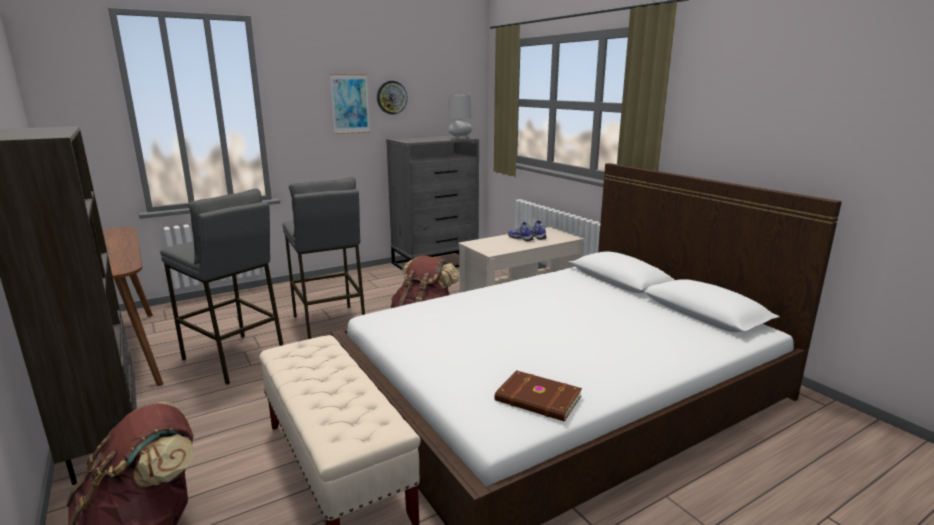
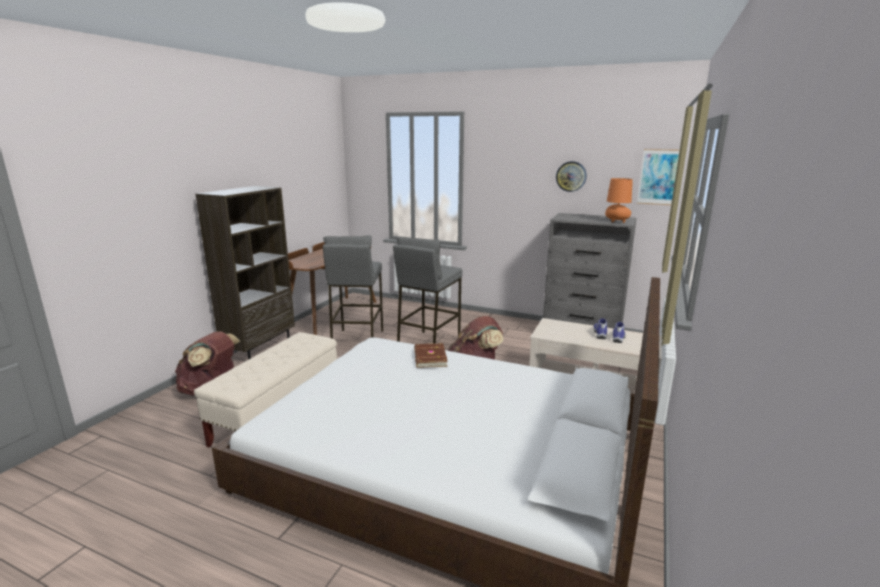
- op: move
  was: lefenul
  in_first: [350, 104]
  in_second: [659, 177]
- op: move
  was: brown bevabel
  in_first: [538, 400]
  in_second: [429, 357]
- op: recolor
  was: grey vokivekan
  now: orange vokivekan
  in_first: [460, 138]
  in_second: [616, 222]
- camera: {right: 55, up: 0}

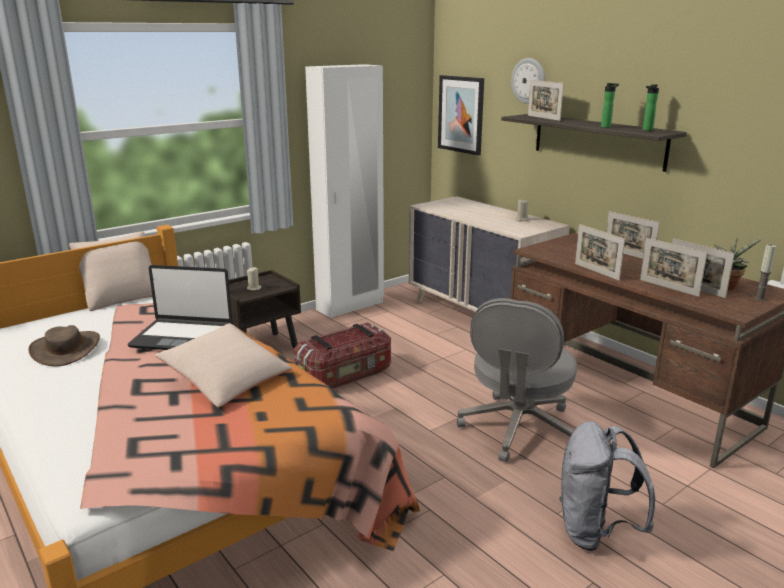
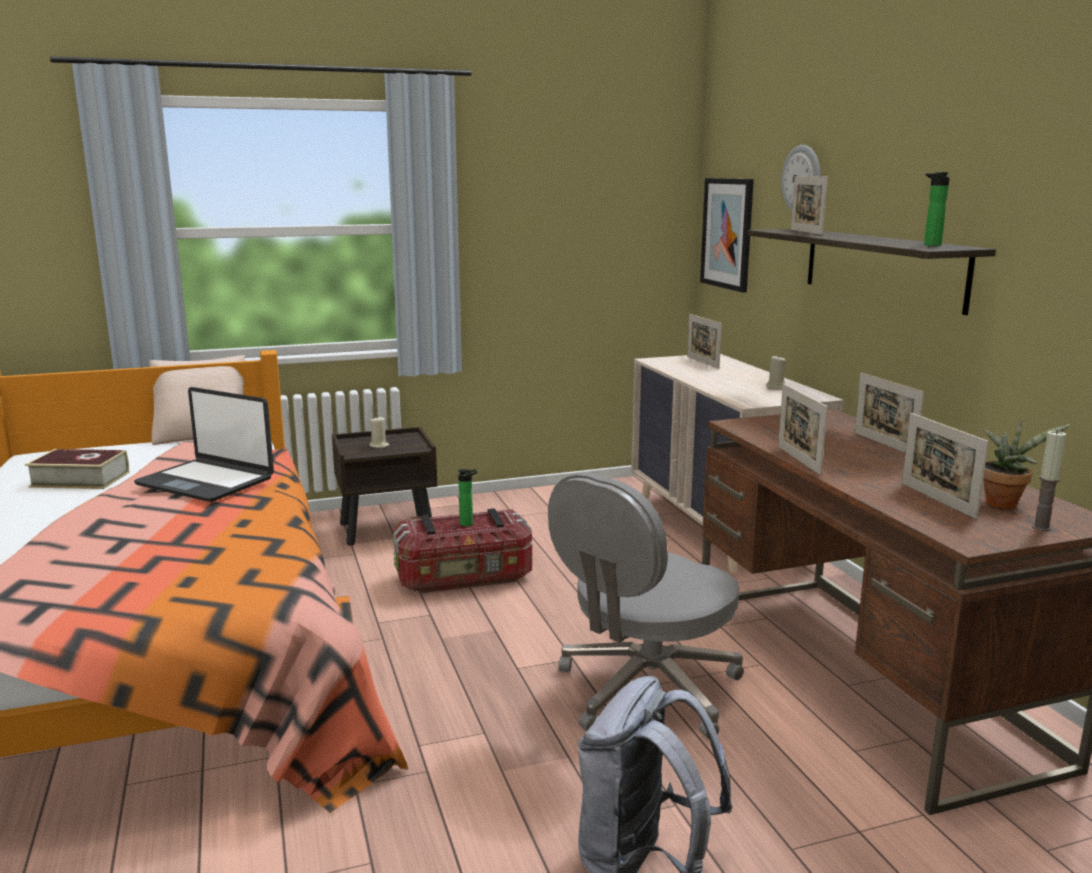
- op: delete
  was: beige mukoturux
  in_first: [226, 379]
- op: delete
  was: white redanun
  in_first: [350, 306]
- op: move
  was: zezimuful
  in_first: [607, 127]
  in_second: [468, 523]
- op: move
  was: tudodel
  in_first: [668, 288]
  in_second: [702, 362]
- op: replace
  was: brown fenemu
  now: bevabel
  in_first: [66, 349]
  in_second: [80, 479]
- camera: {right: 20, up: -5}

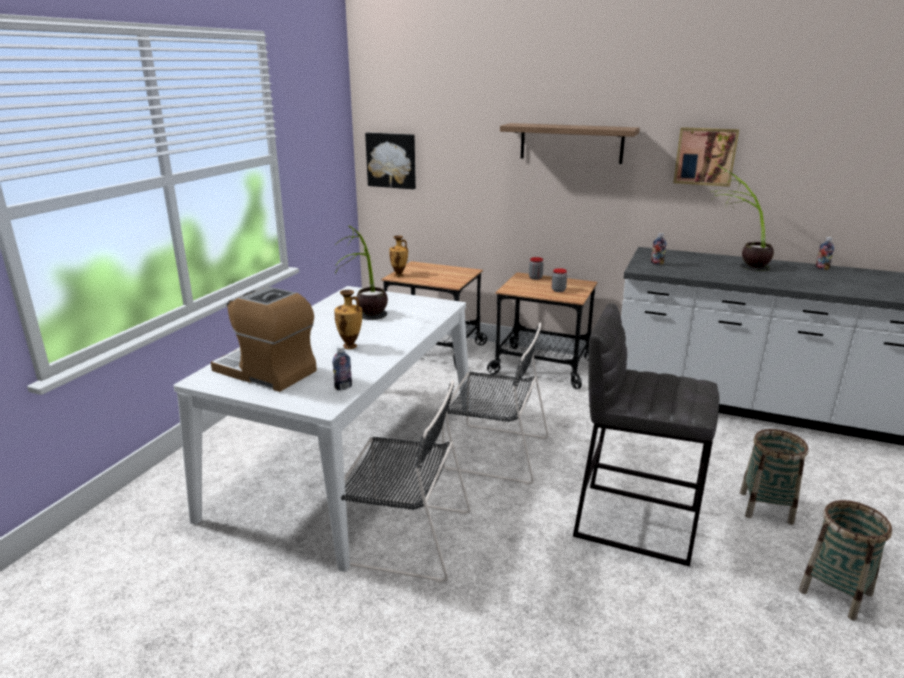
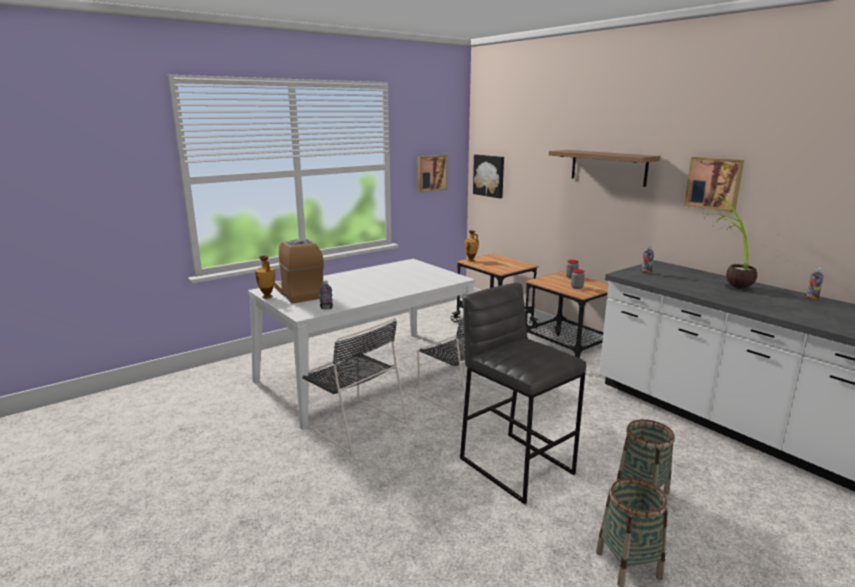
- op: delete
  was: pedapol
  in_first: [366, 321]
- op: insert
  now: lefenul
  in_second: [431, 173]
- op: move
  was: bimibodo
  in_first: [350, 346]
  in_second: [267, 297]
- camera: {right: 30, up: -5}

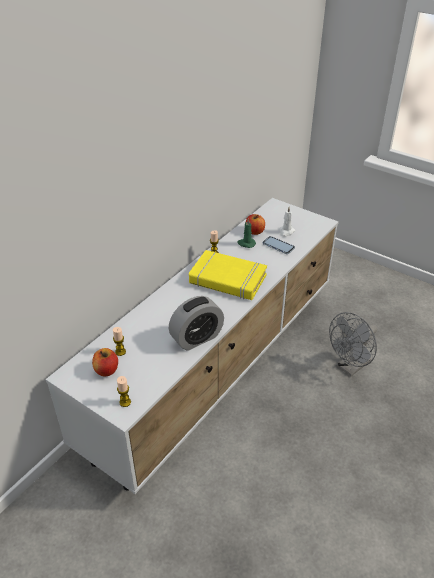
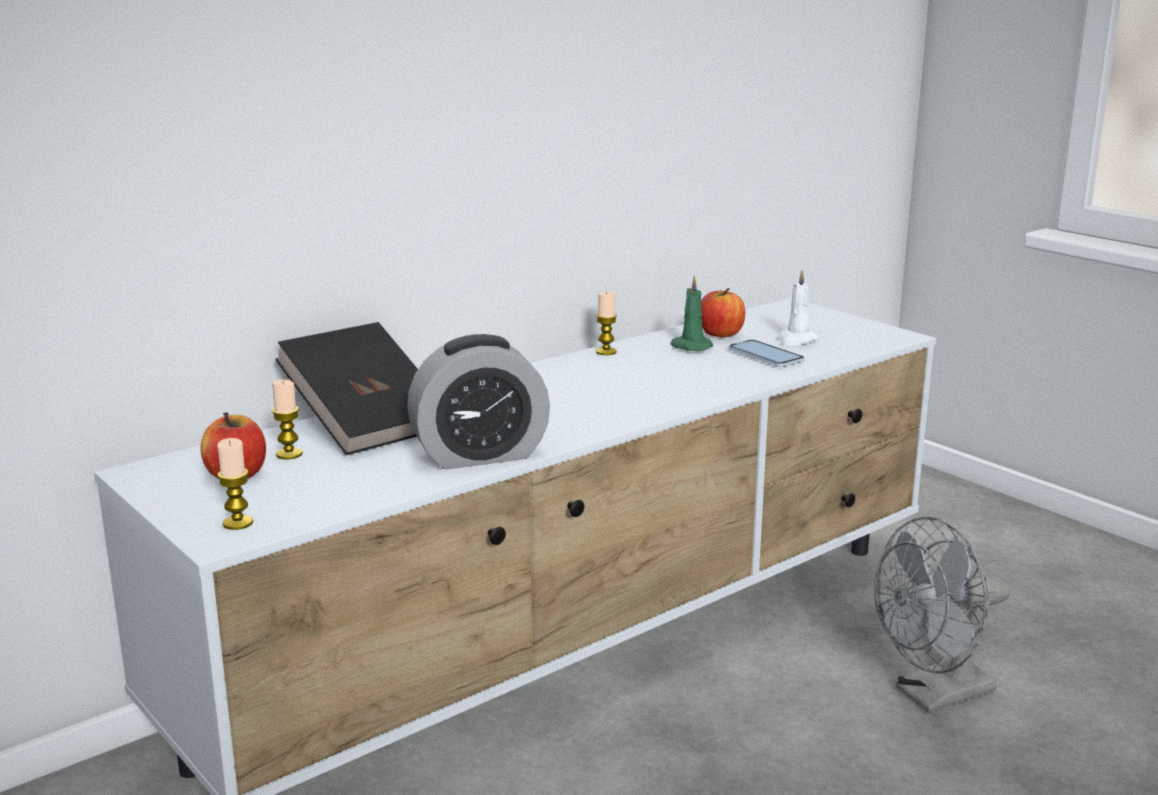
- op: delete
  was: yellow bevabel
  in_first: [227, 280]
- op: insert
  now: black bevabel
  in_second: [367, 423]
- camera: {right: 15, up: -20}

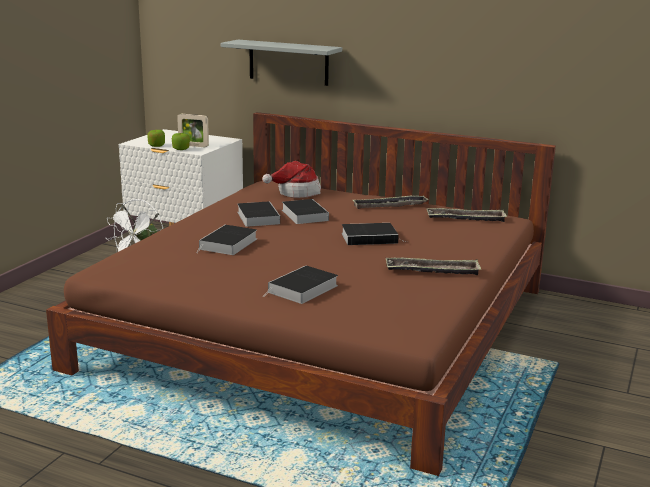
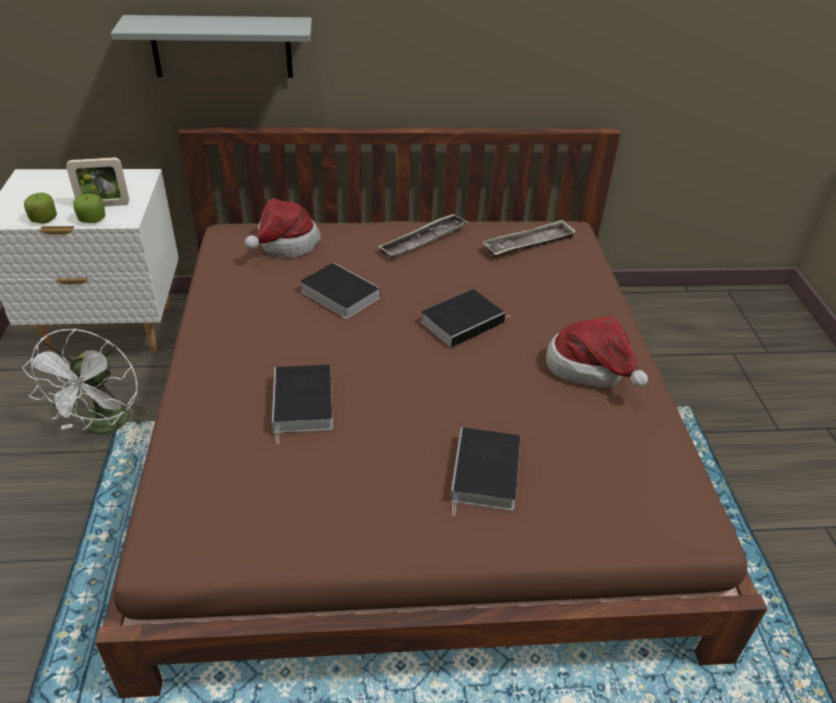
- op: delete
  was: bevabel
  in_first: [257, 217]
- op: replace
  was: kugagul
  now: fenemu
  in_first: [432, 271]
  in_second: [592, 370]
- camera: {right: -30, up: 20}

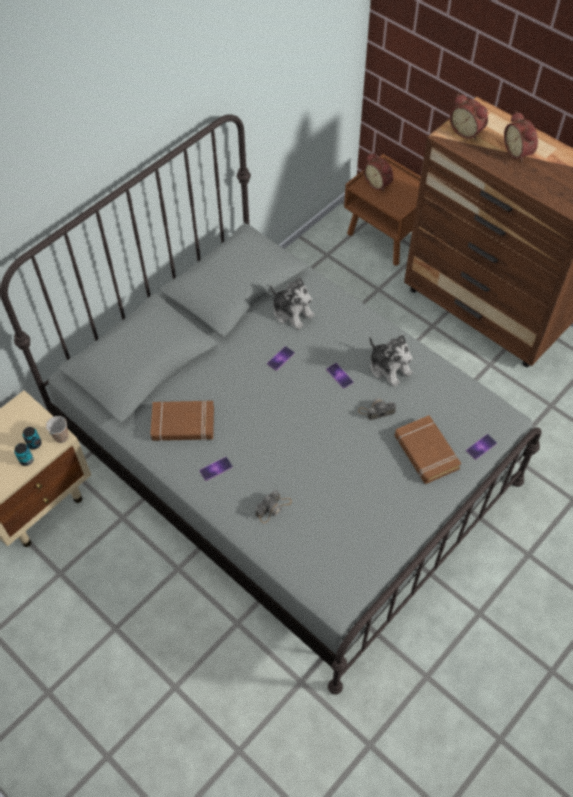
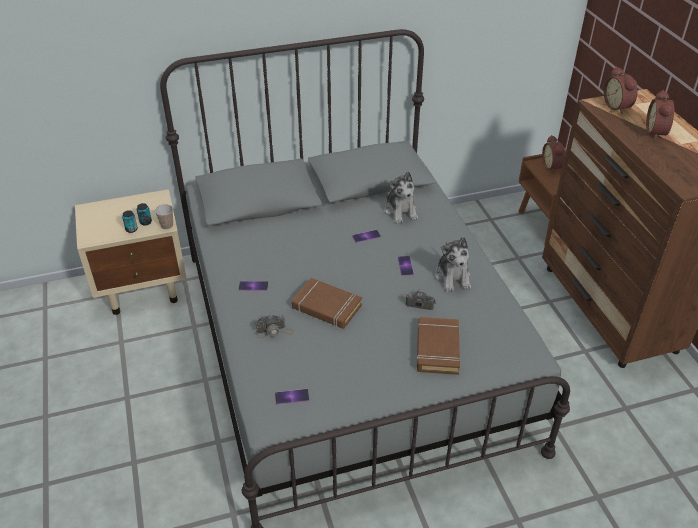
- op: move
  was: brown bevabel
  in_first: [183, 424]
  in_second: [326, 307]
- op: move
  was: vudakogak
  in_first: [481, 447]
  in_second: [292, 397]
- camera: {right: 30, up: -15}

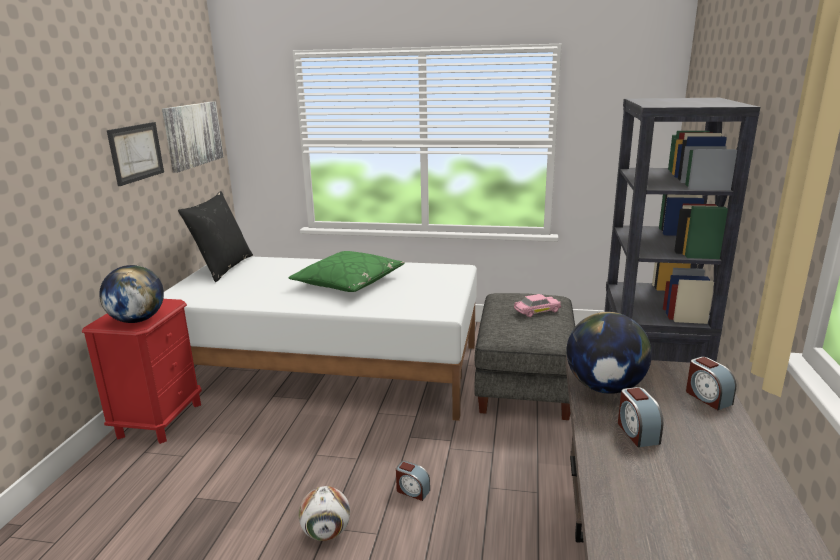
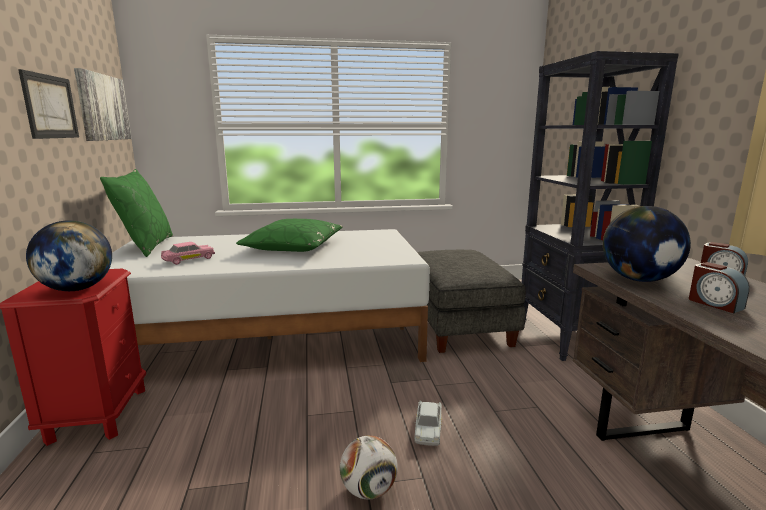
- op: move
  was: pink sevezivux
  in_first: [537, 311]
  in_second: [188, 259]
- op: replace
  was: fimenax
  now: white sevezivux
  in_first: [412, 491]
  in_second: [428, 429]
- op: recolor
  was: black mukoturux
  now: green mukoturux
  in_first: [223, 267]
  in_second: [146, 246]
- camera: {right: -20, up: -5}

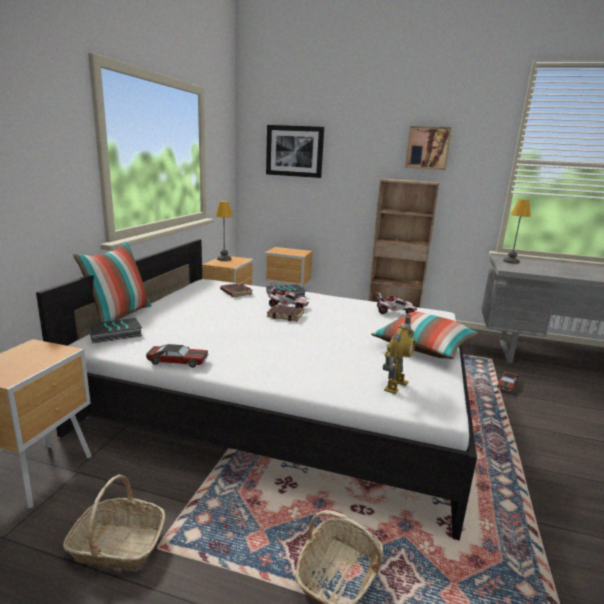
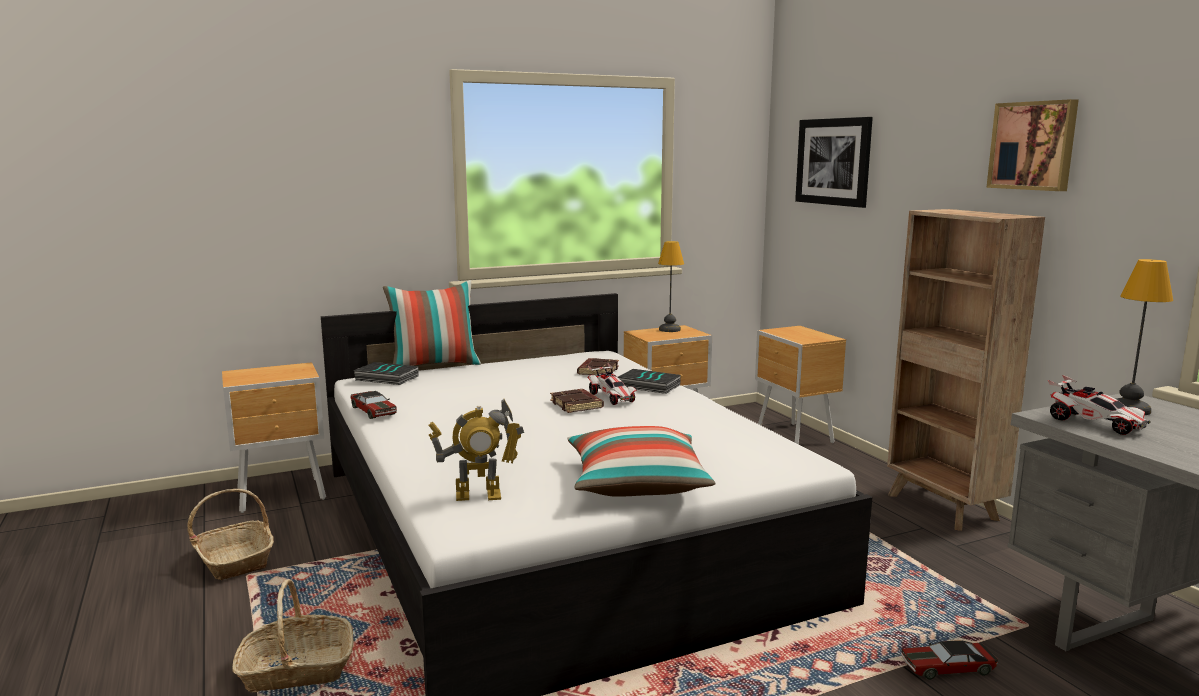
- op: move
  was: sevezivux
  in_first: [394, 312]
  in_second: [1094, 423]
- camera: {right: 50, up: -5}

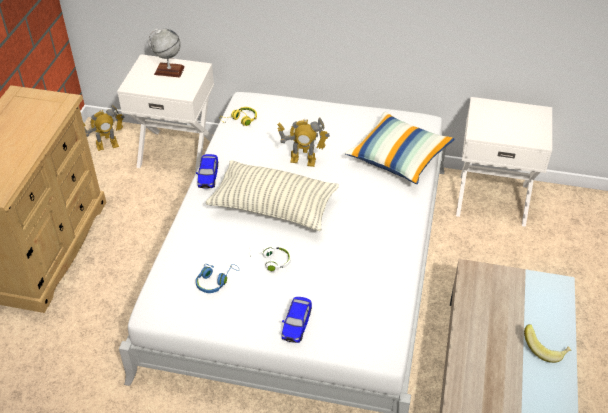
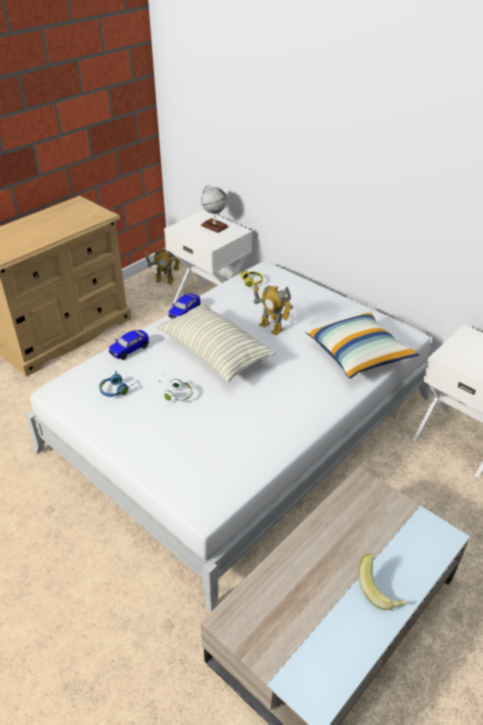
- op: move
  was: sevezivux
  in_first: [296, 325]
  in_second: [129, 350]
- camera: {right: 30, up: -5}

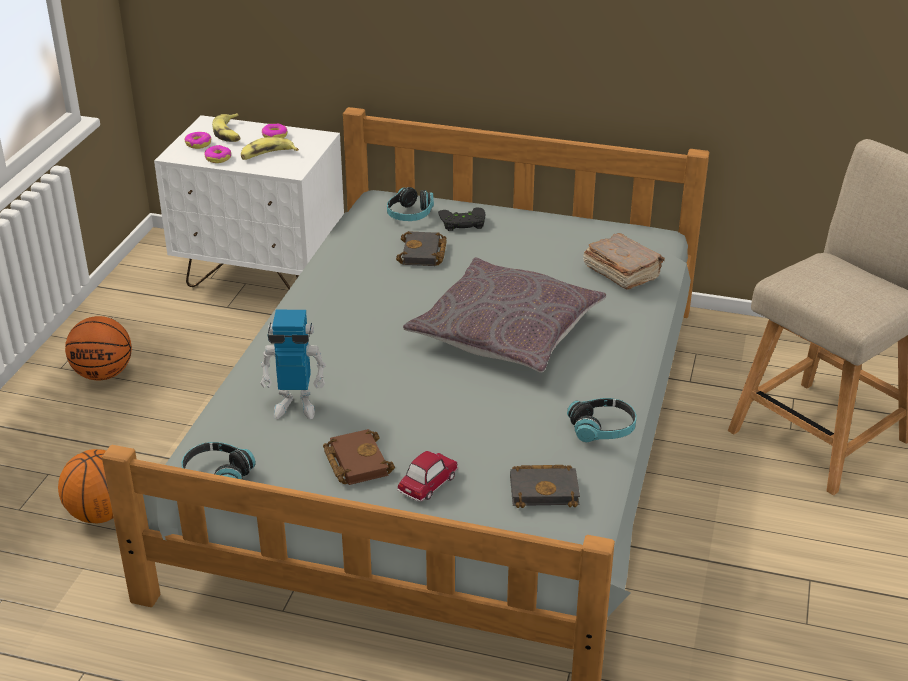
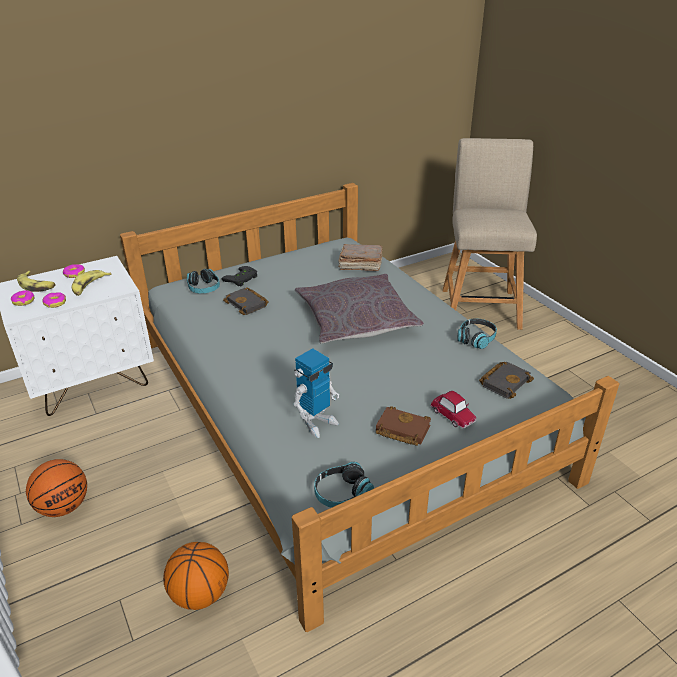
- op: rotate
  was: sevezivux
  in_first: [428, 483]
  in_second: [453, 415]
  clockwise: 150
- camera: {right: -45, up: 0}

